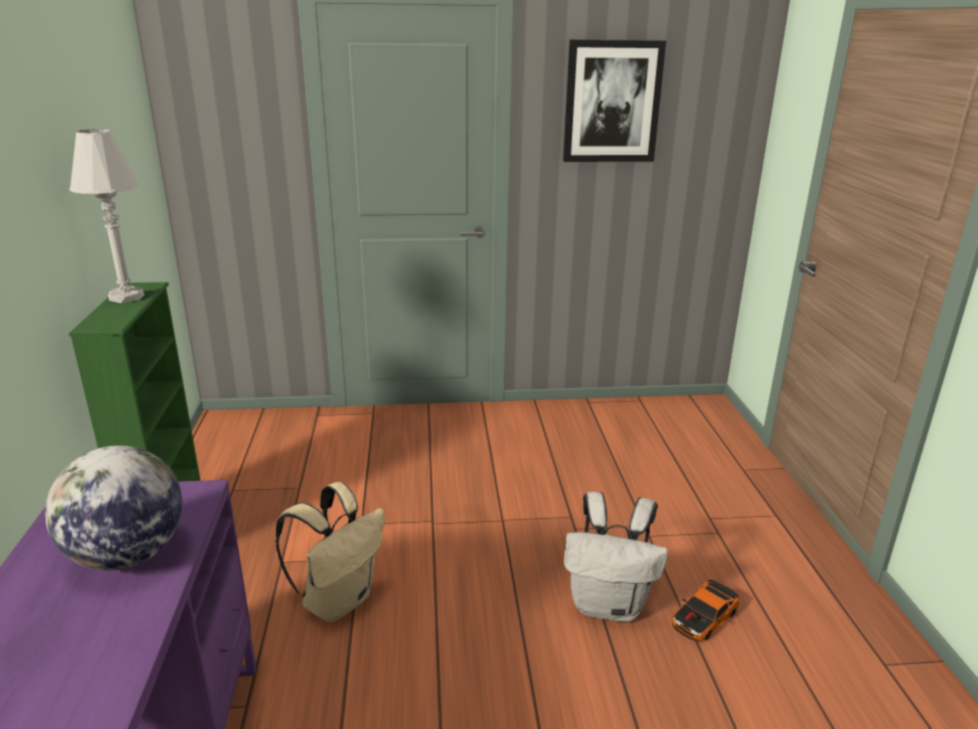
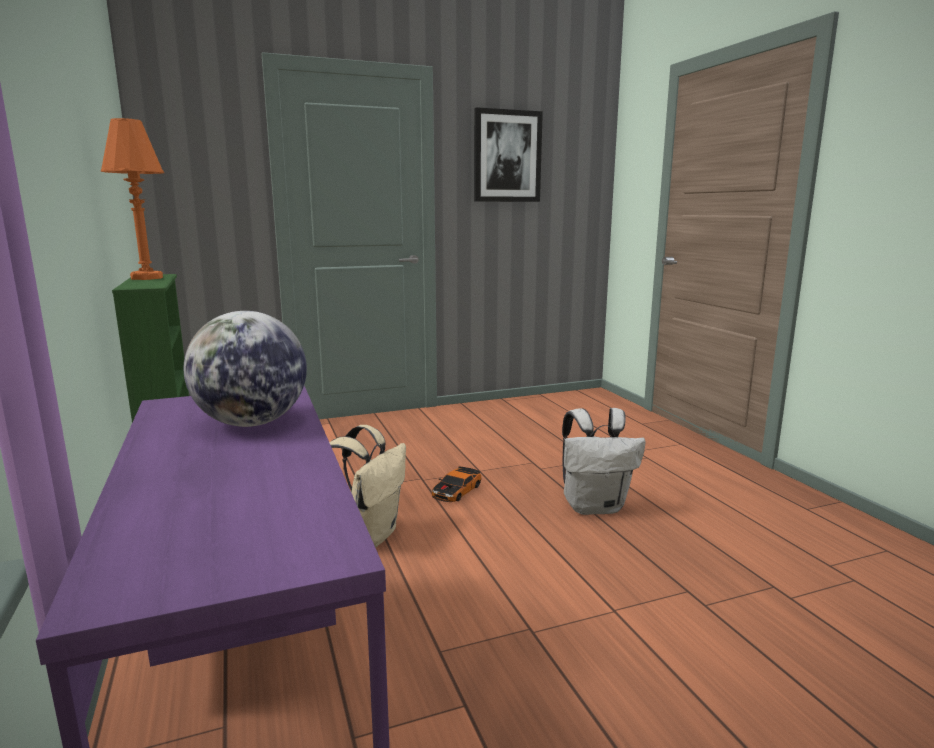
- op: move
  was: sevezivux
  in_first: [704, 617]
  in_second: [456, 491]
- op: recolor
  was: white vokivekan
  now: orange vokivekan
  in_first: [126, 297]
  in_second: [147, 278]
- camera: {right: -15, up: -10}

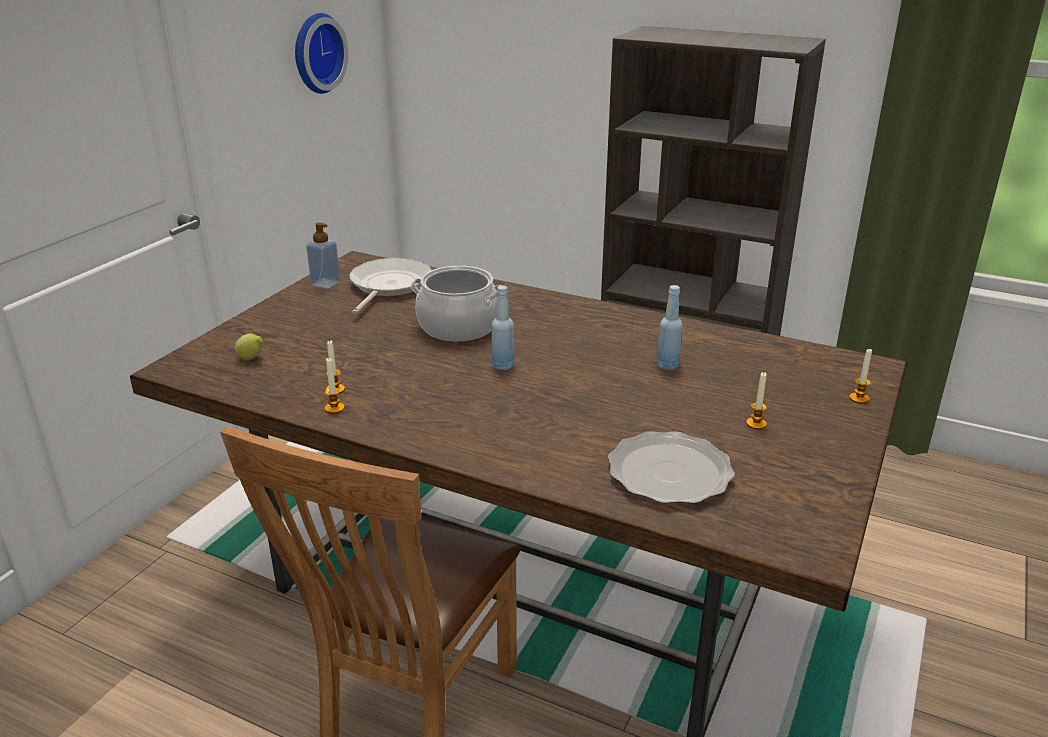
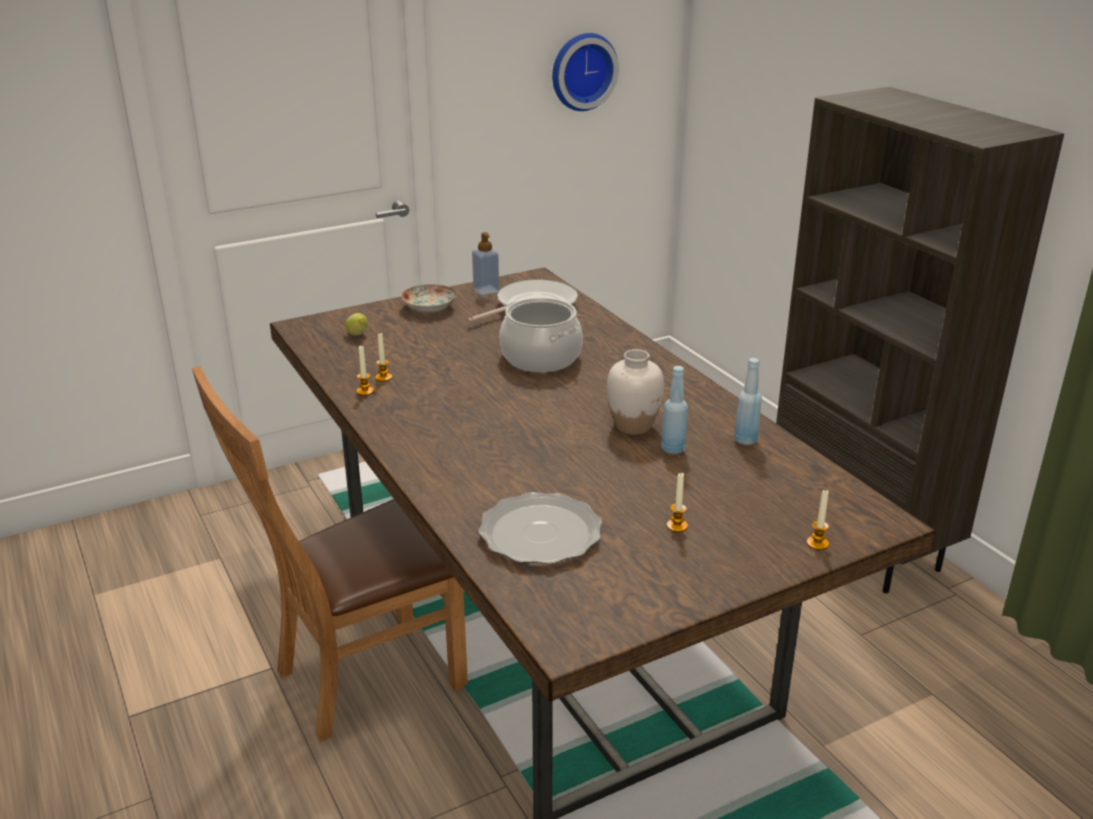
- op: insert
  now: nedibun
  in_second: [430, 308]
- op: insert
  now: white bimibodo
  in_second: [633, 426]
- op: move
  was: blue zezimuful
  in_first: [503, 366]
  in_second: [745, 440]
- camera: {right: 35, up: 0}

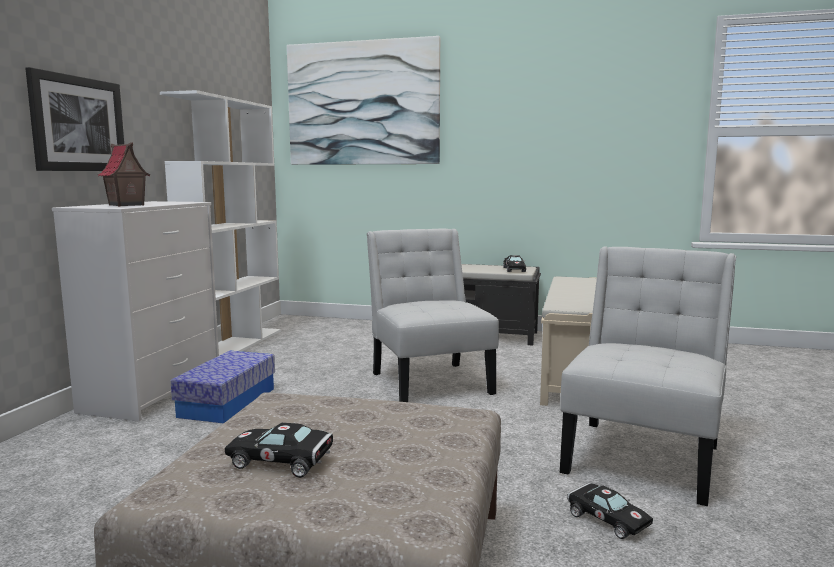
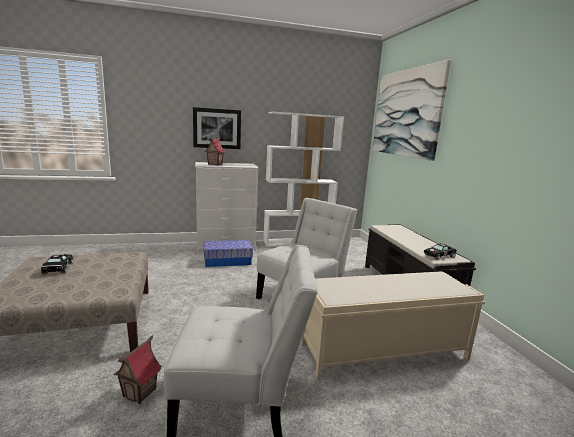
- op: replace
  was: black sevezivux
  now: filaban
  in_first: [605, 519]
  in_second: [140, 393]
- camera: {right: 60, up: 5}

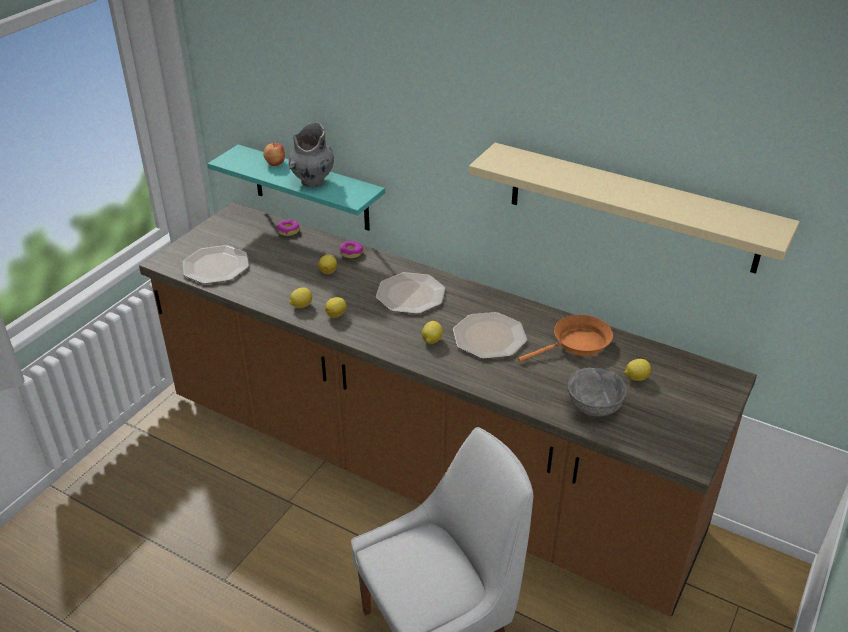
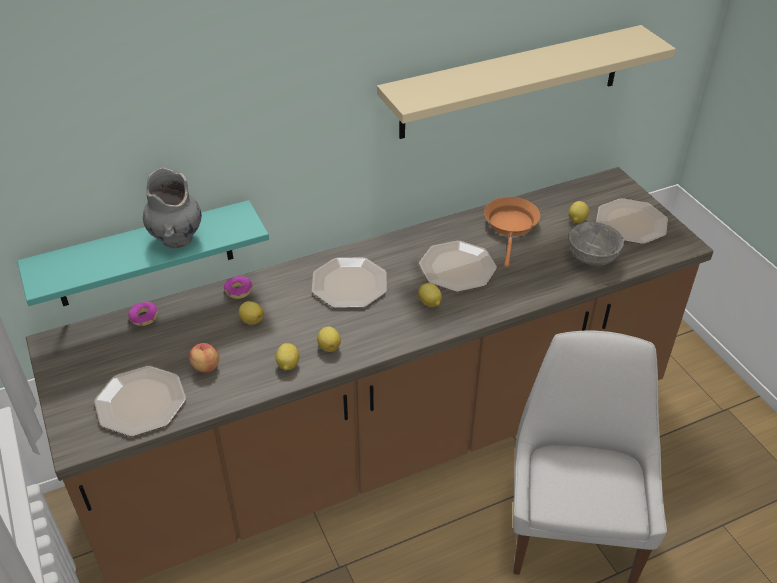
- op: insert
  now: nedibun
  in_second: [631, 222]
- op: move
  was: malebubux
  in_first: [275, 163]
  in_second: [205, 367]
- camera: {right: -55, up: 5}

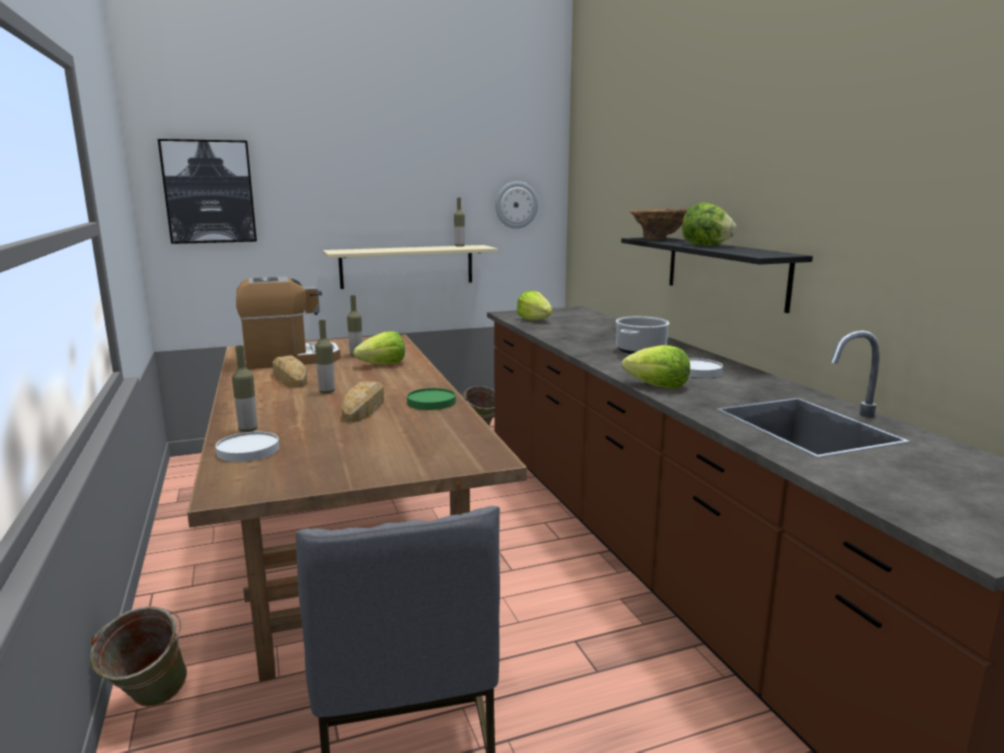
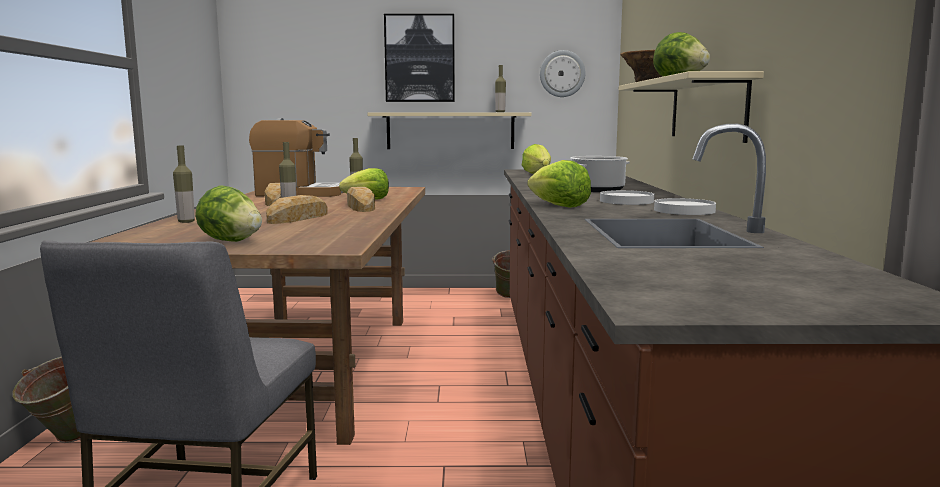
- op: delete
  was: green nedibun
  in_first: [431, 402]
- op: insert
  now: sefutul
  in_second: [231, 241]
- op: insert
  now: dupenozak
  in_second: [360, 207]
- op: move
  was: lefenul
  in_first: [209, 192]
  in_second: [420, 58]
- op: move
  was: white nedibun
  in_first: [248, 450]
  in_second: [684, 210]
- op: recolor
  was: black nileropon
  now: beige nileropon
  in_first: [725, 271]
  in_second: [706, 109]
- camera: {right: 20, up: -5}

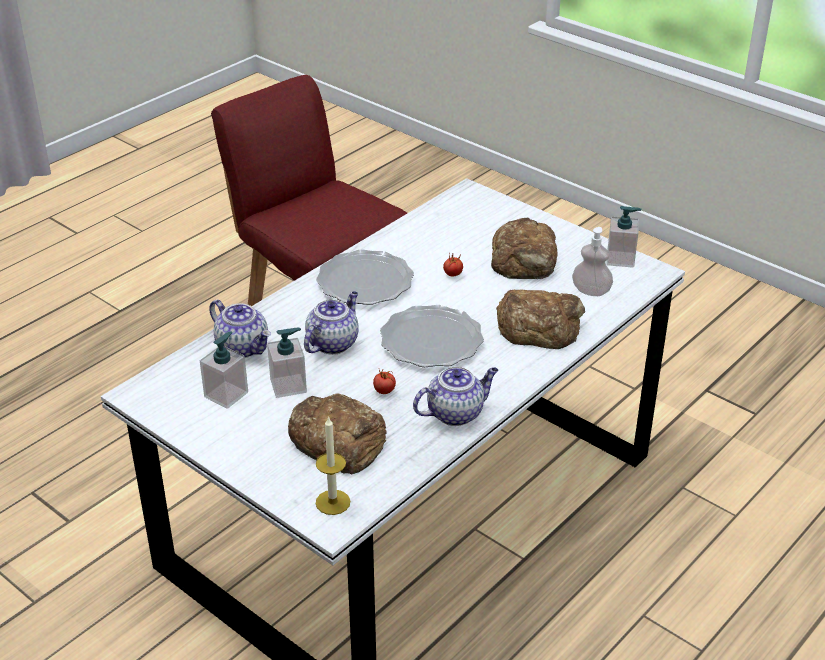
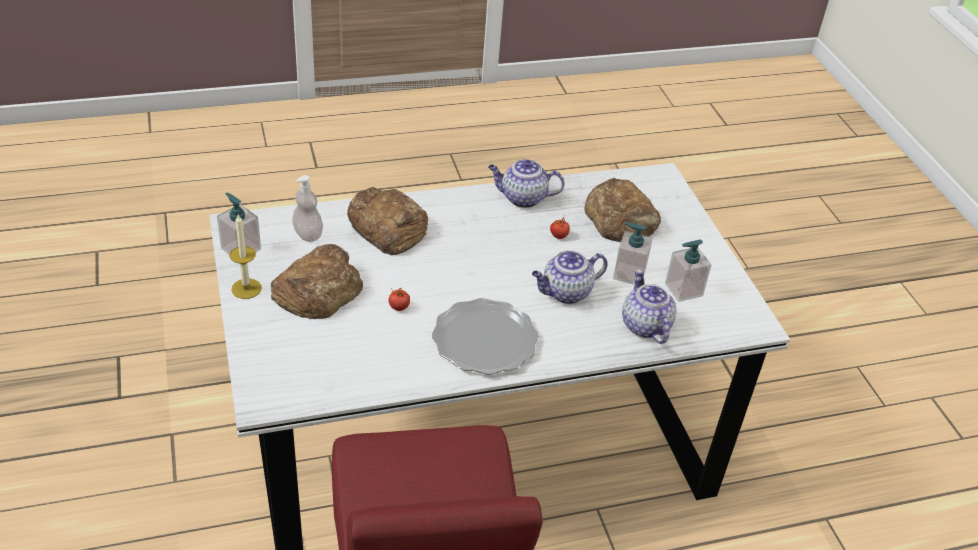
- op: delete
  was: nedibun
  in_first: [432, 341]
- op: move
  was: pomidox
  in_first: [333, 502]
  in_second: [246, 288]
- camera: {right: -150, up: 5}

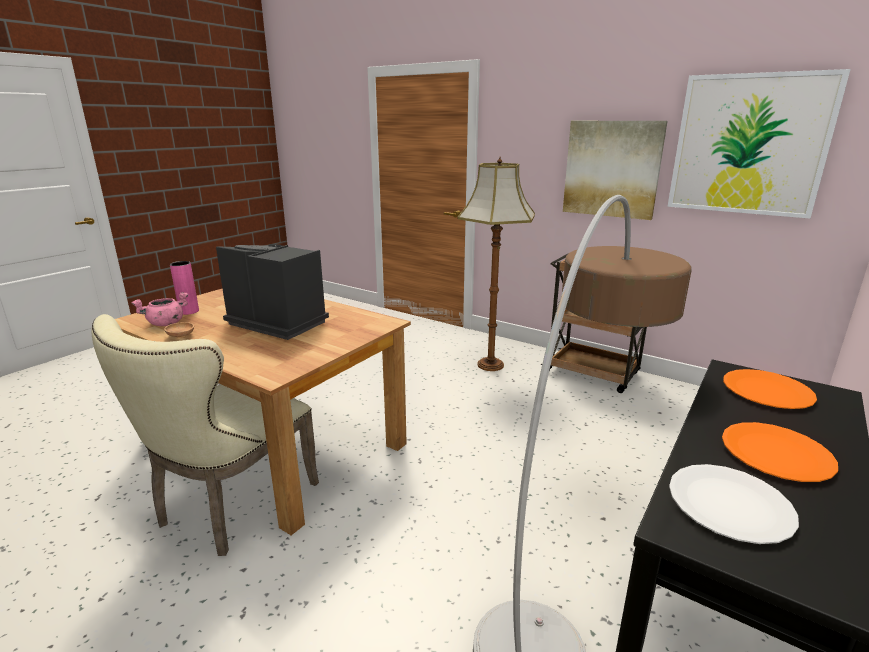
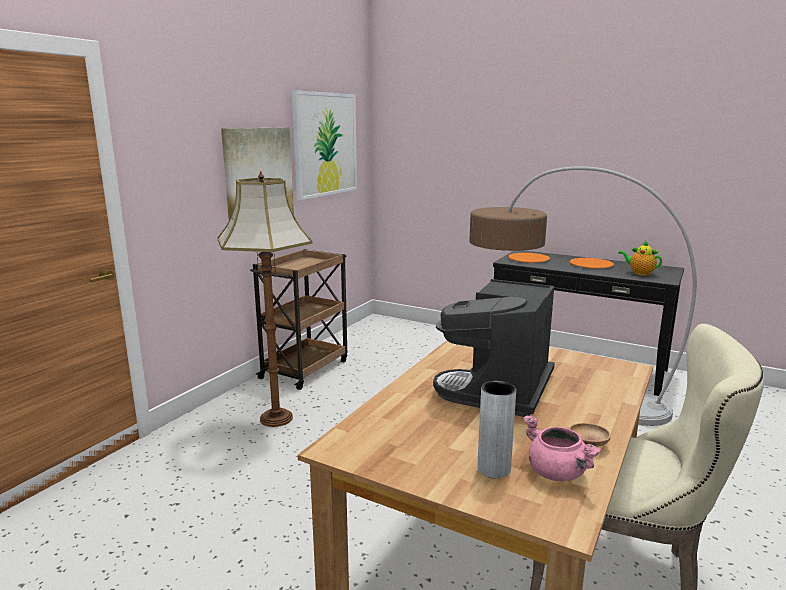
- op: replace
  was: white nedibun
  now: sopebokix
  in_first: [730, 505]
  in_second: [639, 273]
- op: recolor
  was: pink bimibodo
  now: grey bimibodo
  in_first: [189, 311]
  in_second: [494, 469]
- camera: {right: -95, up: -5}

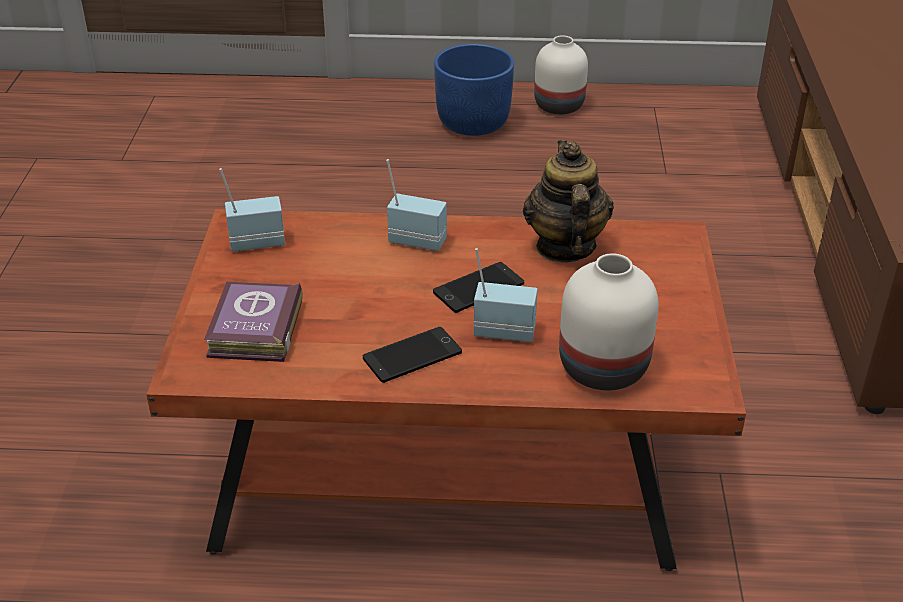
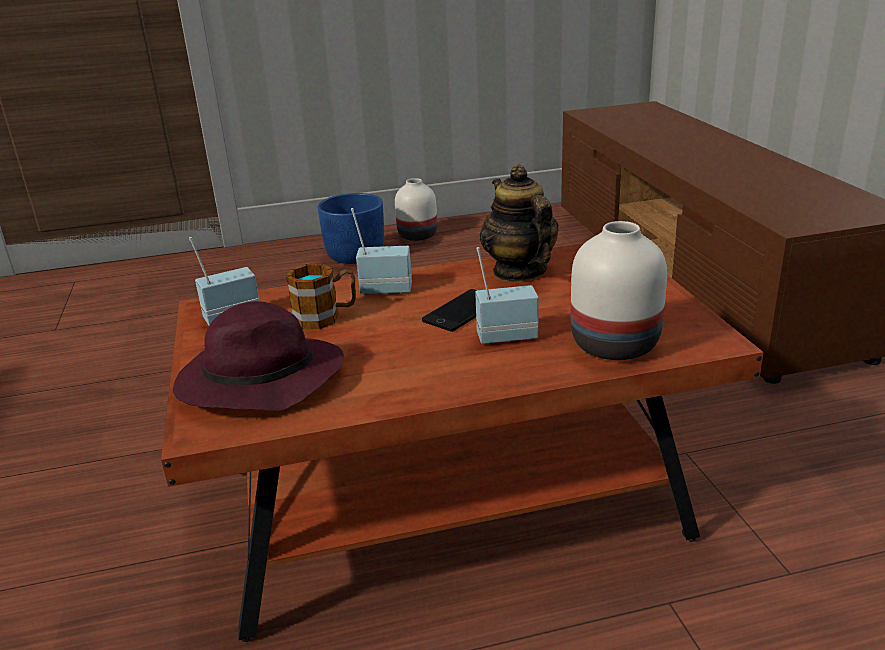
- op: delete
  was: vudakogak
  in_first: [412, 355]
- op: insert
  now: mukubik
  in_second: [326, 317]
- op: replace
  was: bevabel
  now: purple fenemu
  in_first: [253, 330]
  in_second: [258, 382]
- camera: {right: -15, up: -10}

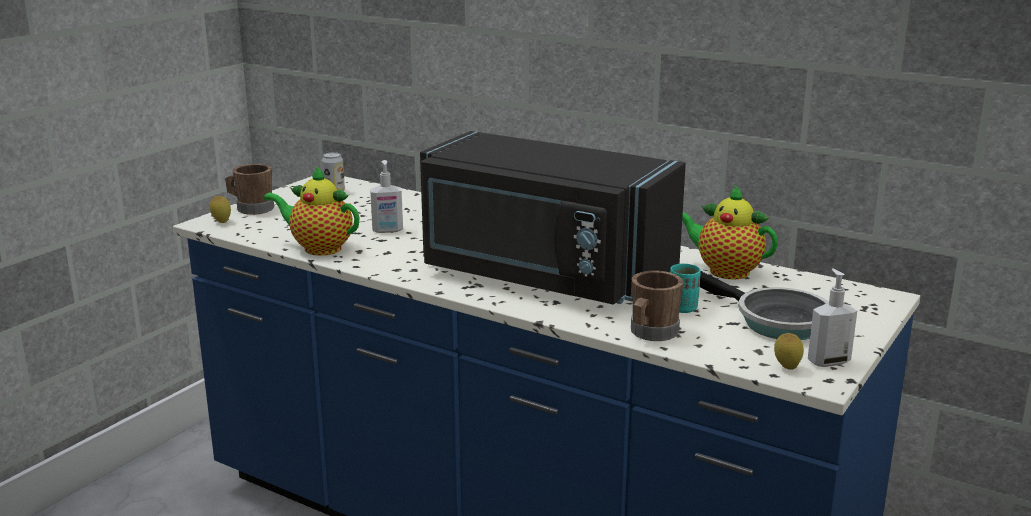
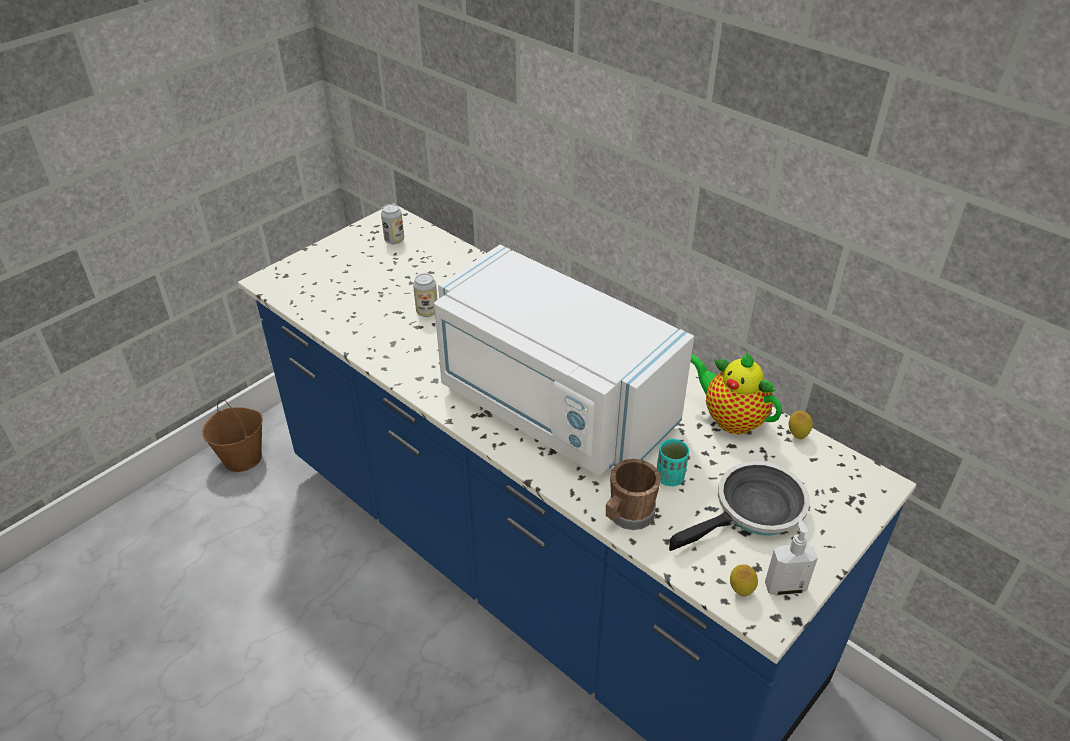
- op: delete
  was: brown mukubik
  in_first: [251, 208]
- op: delete
  was: sopebokix
  in_first: [318, 248]
- op: insert
  now: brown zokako
  in_second: [243, 458]
- op: move
  was: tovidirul
  in_first: [221, 222]
  in_second: [797, 436]
- op: replace
  was: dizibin
  now: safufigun
  in_first: [387, 231]
  in_second: [427, 312]
- op: recolor
  was: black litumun
  now: white litumun
  in_first: [542, 276]
  in_second: [551, 406]
- op: rotate
  was: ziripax
  in_first: [775, 321]
  in_second: [753, 512]
  clockwise: -90
- camera: {right: 10, up: 20}

